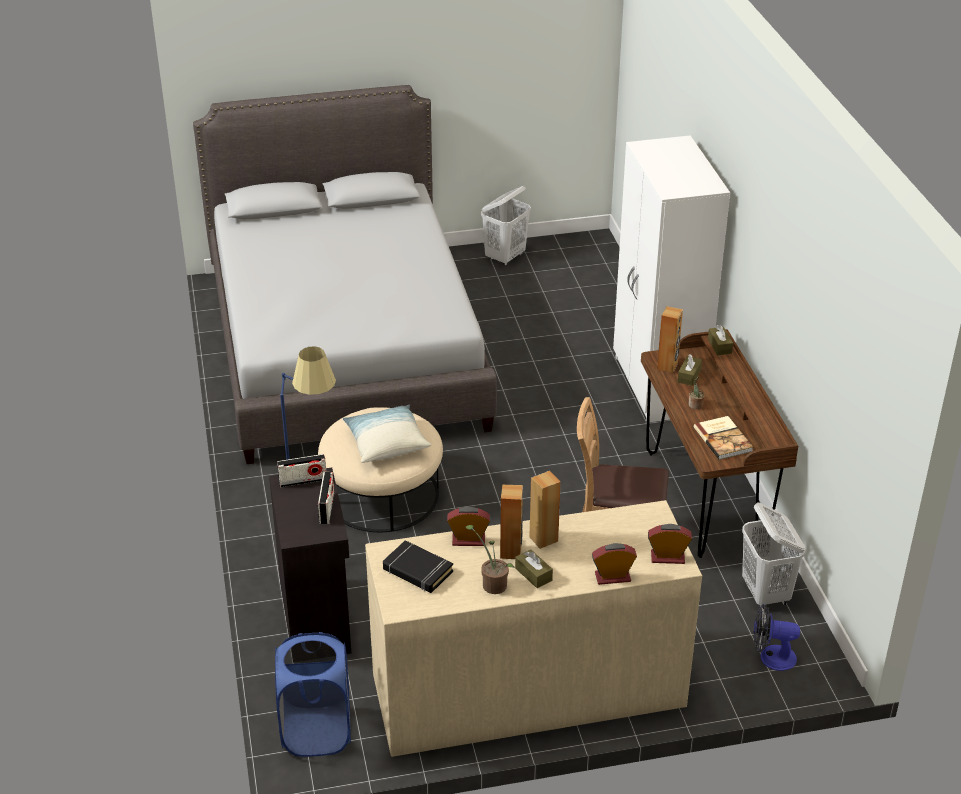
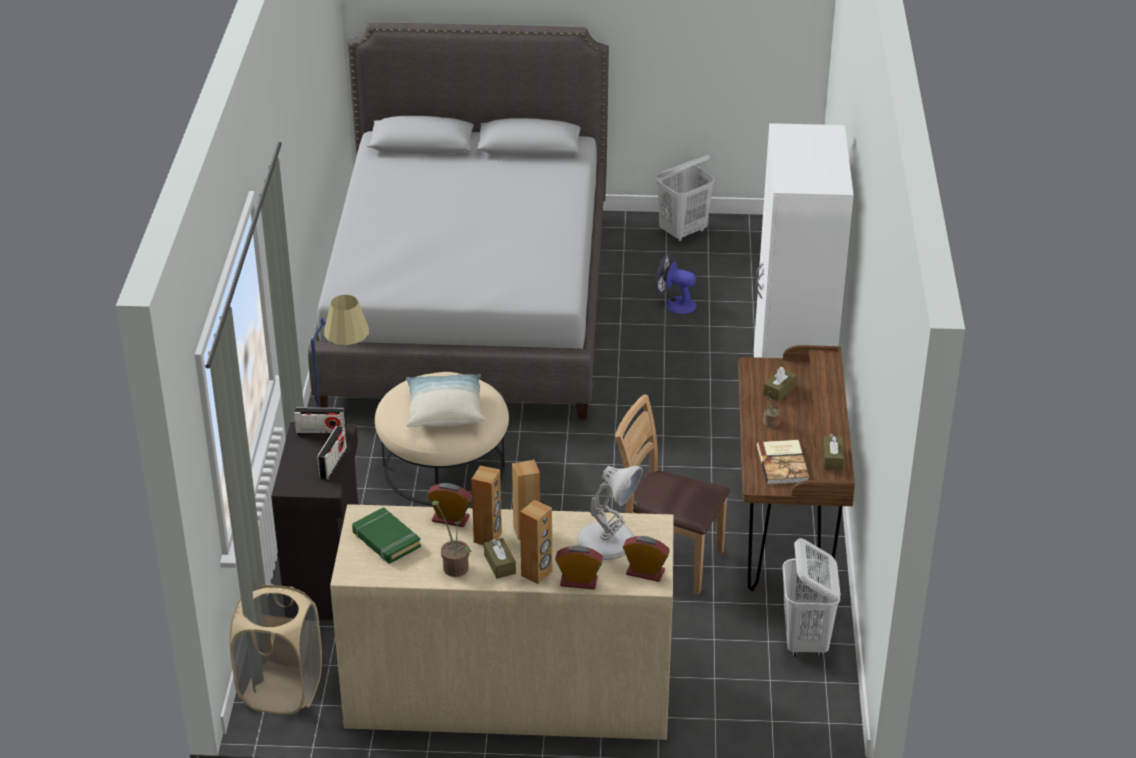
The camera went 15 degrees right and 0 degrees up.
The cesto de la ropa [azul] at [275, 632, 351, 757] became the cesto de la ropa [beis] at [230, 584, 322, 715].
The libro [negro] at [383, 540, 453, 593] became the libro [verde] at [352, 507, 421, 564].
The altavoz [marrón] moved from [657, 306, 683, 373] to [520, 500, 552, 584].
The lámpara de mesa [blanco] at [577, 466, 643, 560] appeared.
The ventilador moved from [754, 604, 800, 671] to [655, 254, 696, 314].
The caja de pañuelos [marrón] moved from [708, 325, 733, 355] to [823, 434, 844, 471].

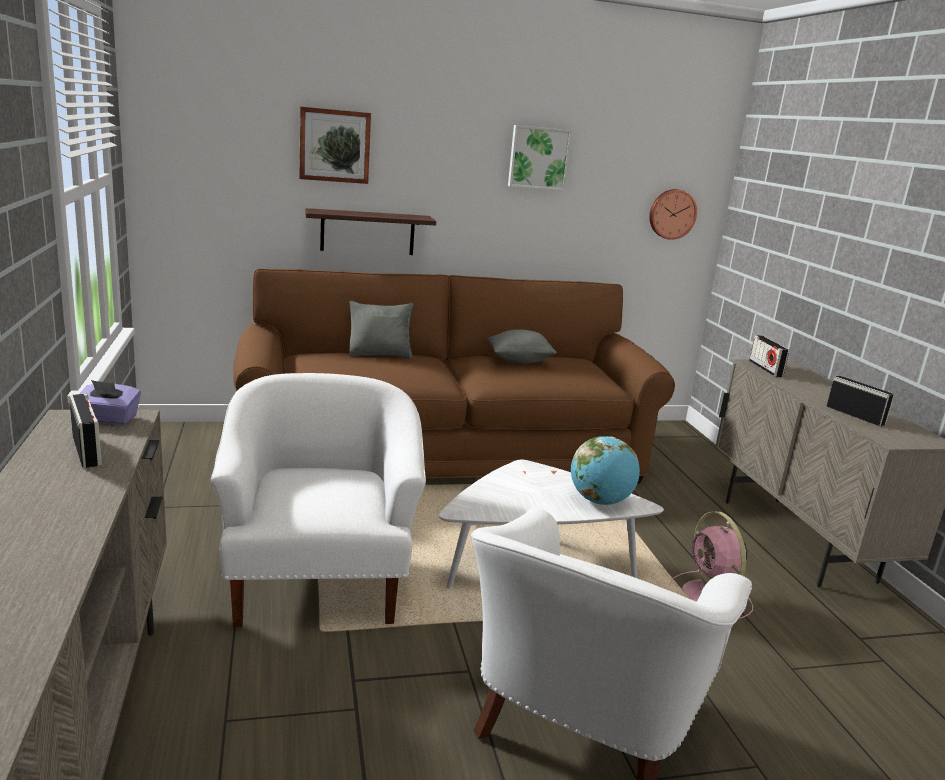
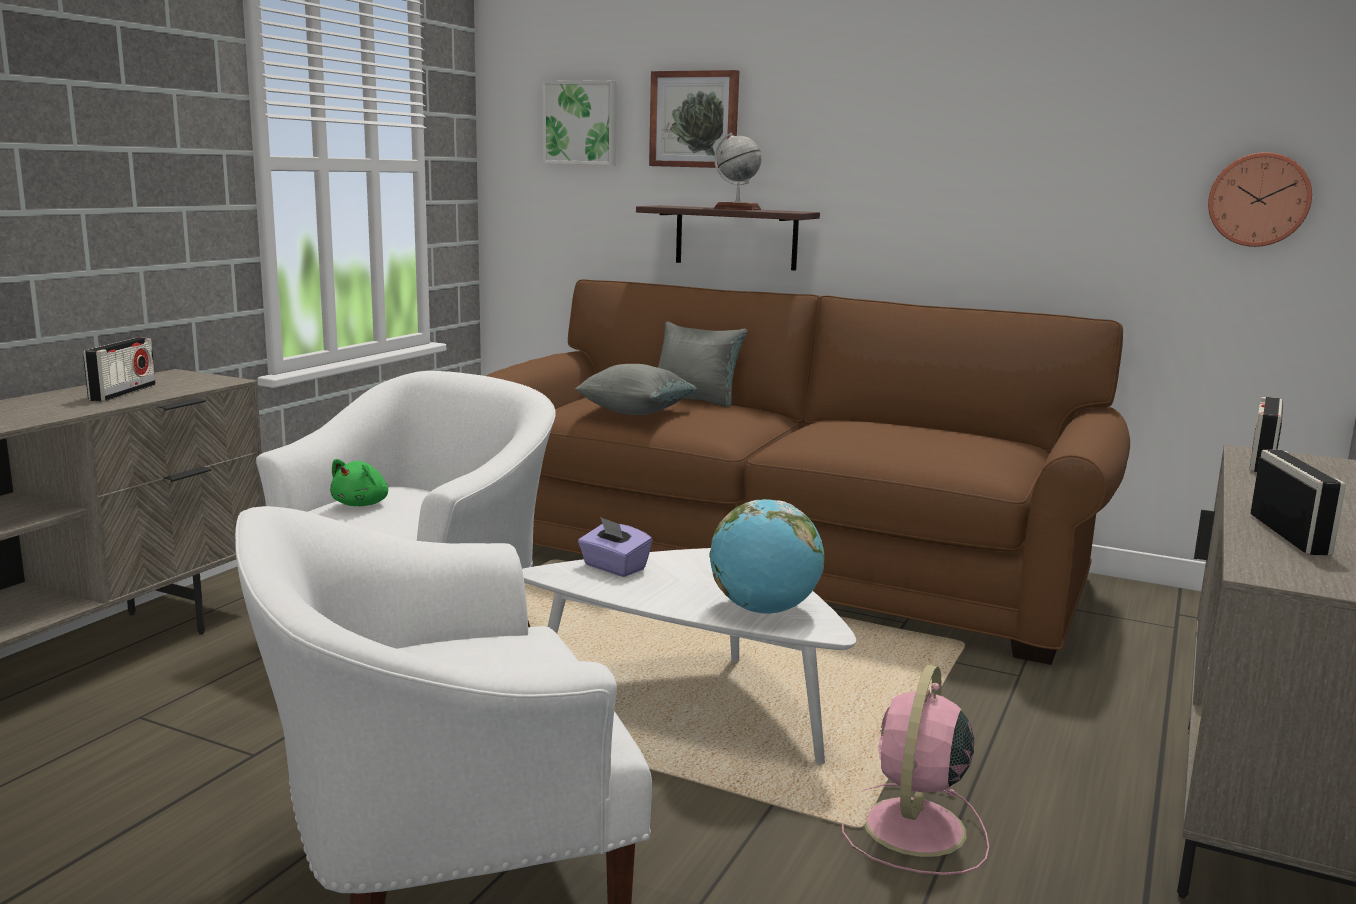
The camera went 40 degrees right and 5 degrees down.
The peluche [verde] at [330, 459, 388, 506] appeared.
The cuadro moved from [508, 125, 572, 191] to [543, 80, 617, 165].
The cojín [gris] moved from [486, 329, 557, 364] to [575, 364, 698, 415].
The caja de pañuelos [morado] moved from [80, 380, 141, 425] to [578, 517, 652, 577].
The globo terráqueo at [714, 133, 762, 210] appeared.

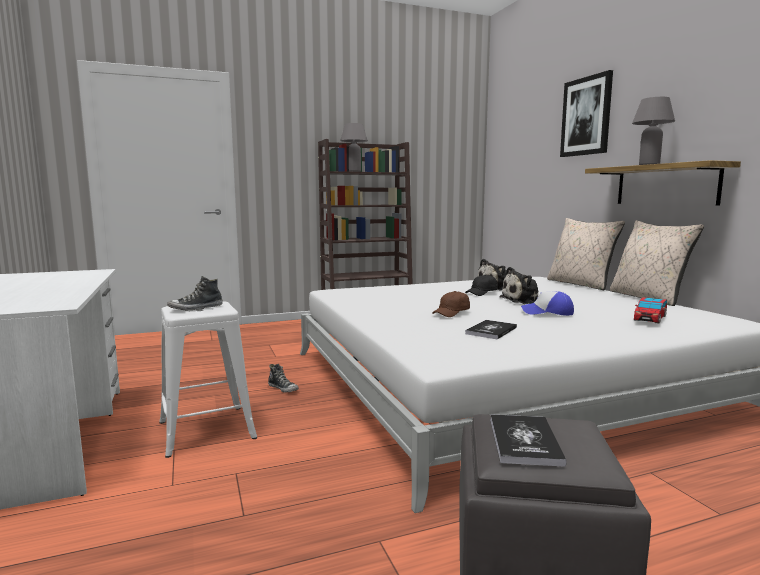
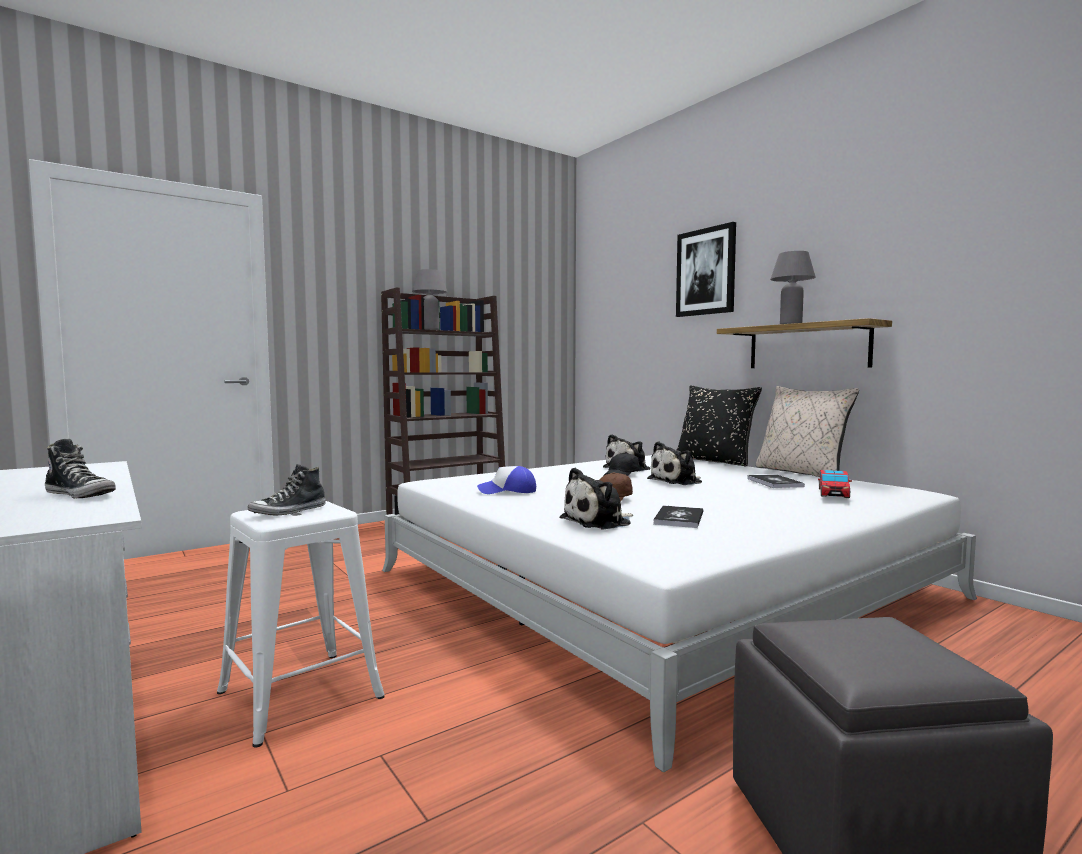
The camera went 15 degrees left and 5 degrees down.
The zapato moved from [268, 364, 299, 393] to [45, 439, 116, 498].
The gorra moved from [521, 291, 574, 316] to [477, 466, 536, 494].
The peluche at [560, 467, 633, 529] appeared.
The cojín [beis] at [547, 218, 625, 290] became the cojín [negro] at [677, 385, 762, 466].
The libro moved from [490, 414, 567, 467] to [747, 474, 805, 488].

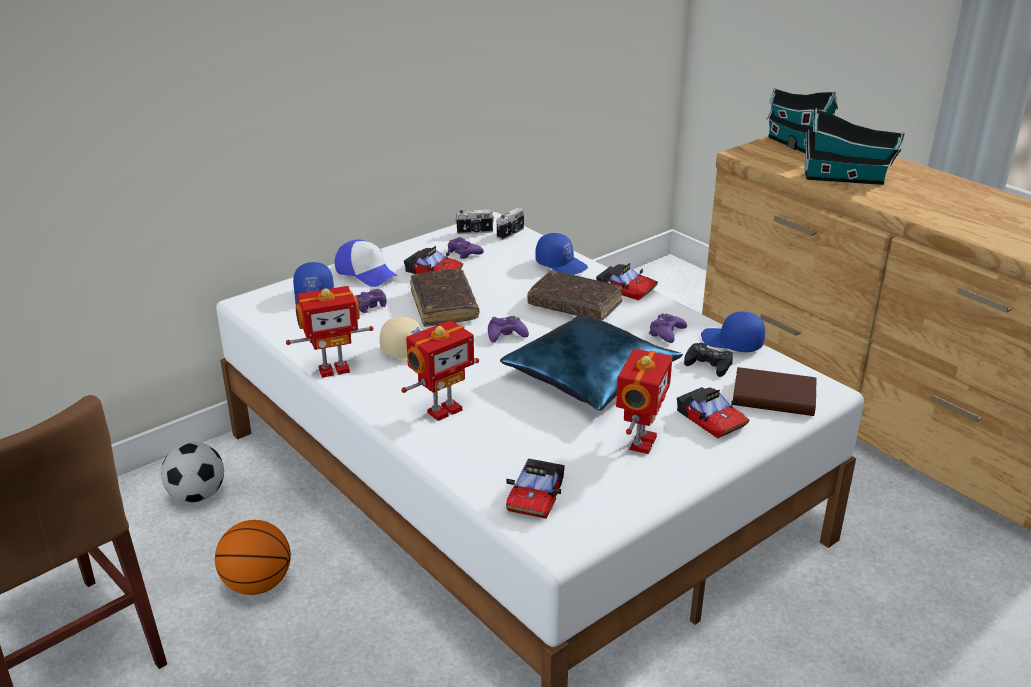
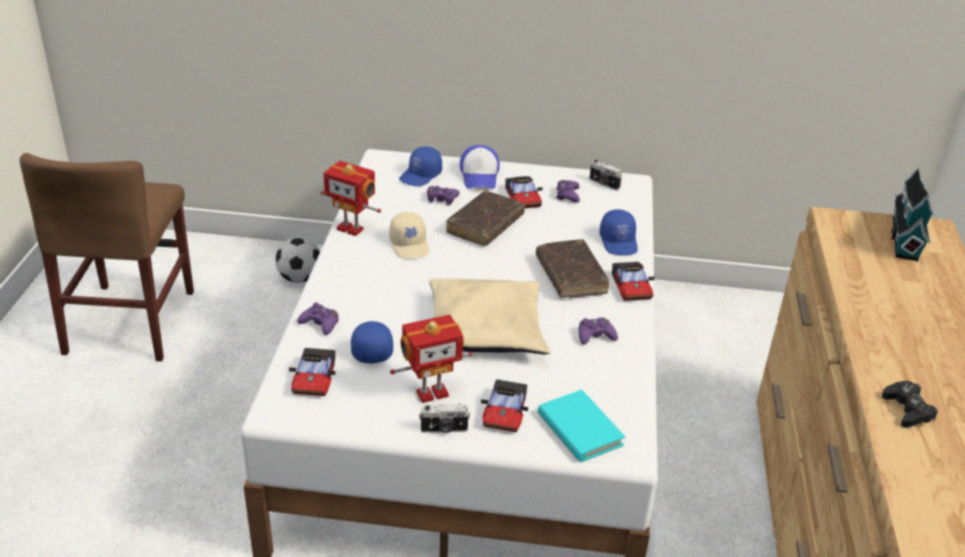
The camera went 45 degrees right and 5 degrees up.
The coche de juguete at [506, 458, 565, 519] turned 60 degrees counterclockwise.
The mando de consola [morado] moved from [488, 316, 529, 342] to [297, 302, 339, 335].
The gorra [azul] moved from [701, 311, 765, 352] to [351, 321, 393, 363].
The cámara moved from [497, 208, 524, 240] to [419, 404, 470, 433].
The cojín [azul] at [500, 314, 683, 411] became the cojín [beis] at [429, 278, 550, 355].
The libro [marrón] at [733, 367, 817, 416] became the libro [turquesa] at [538, 390, 625, 462].
The mando de consola [negro] moved from [684, 343, 733, 377] to [882, 381, 938, 427].
The balón de baloncesto at [215, 520, 291, 595] disappeared.
The robot de juguete at [401, 320, 479, 421] disappeared.
The casita at [804, 108, 905, 185] disappeared.

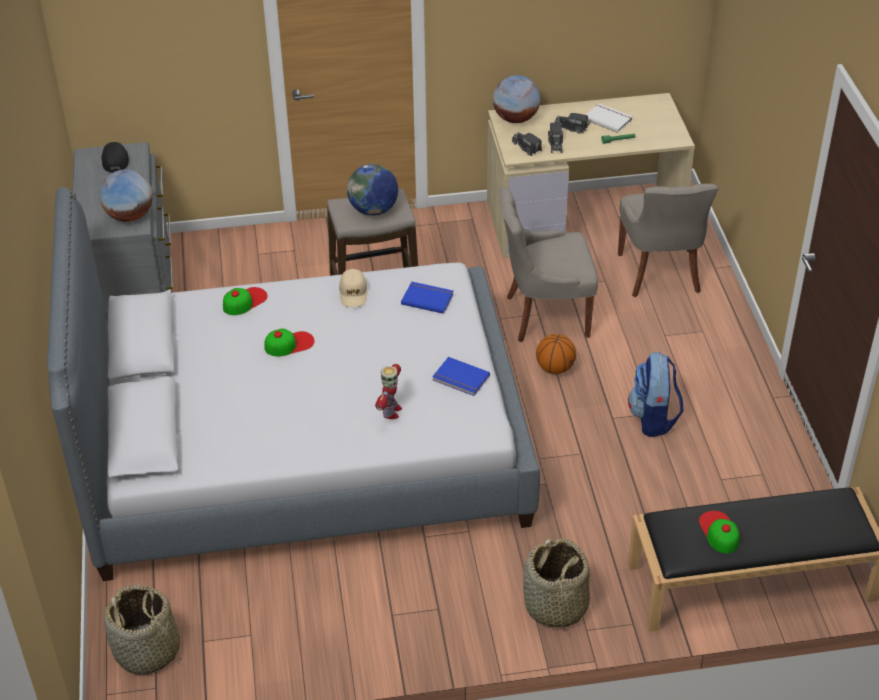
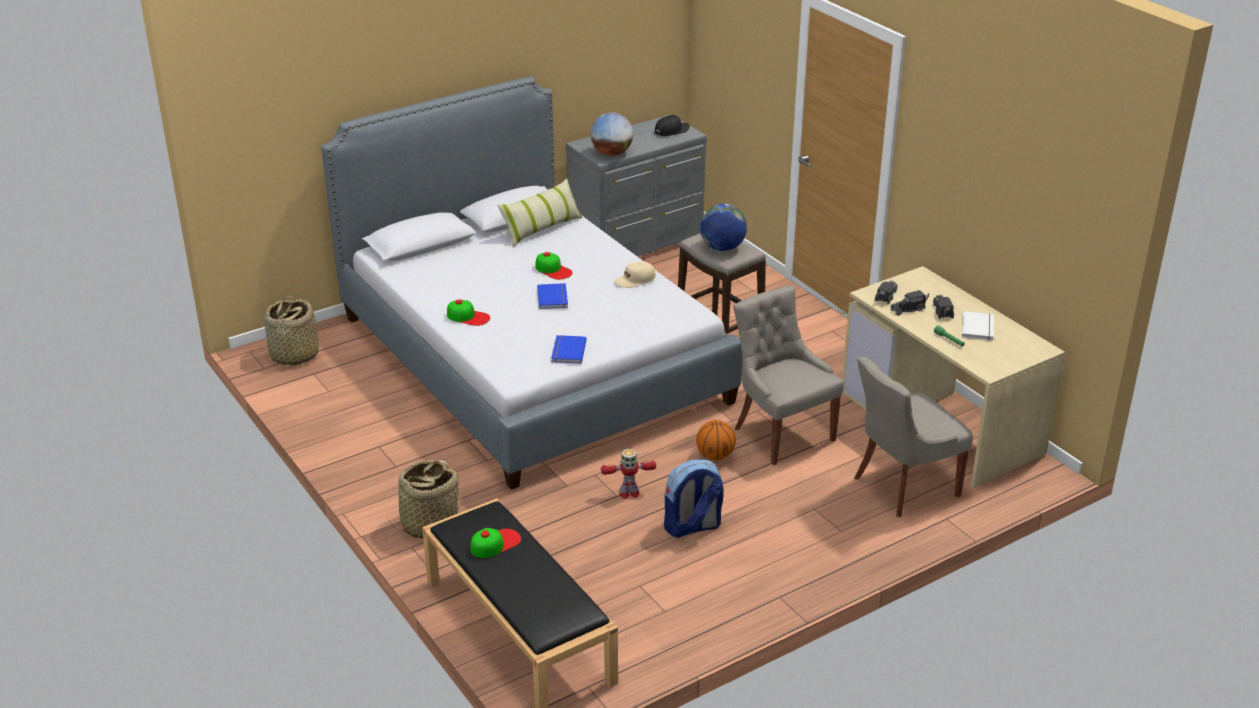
The camera went 65 degrees right and 10 degrees down.
The gorra moved from [223, 287, 268, 315] to [447, 299, 490, 326].
The cojín at [497, 178, 582, 247] appeared.
The libro [azul] moved from [401, 282, 454, 314] to [537, 283, 568, 309].
The robot de juguete moved from [375, 364, 402, 419] to [601, 449, 656, 499].
The globo terráqueo at [493, 75, 540, 123] disappeared.

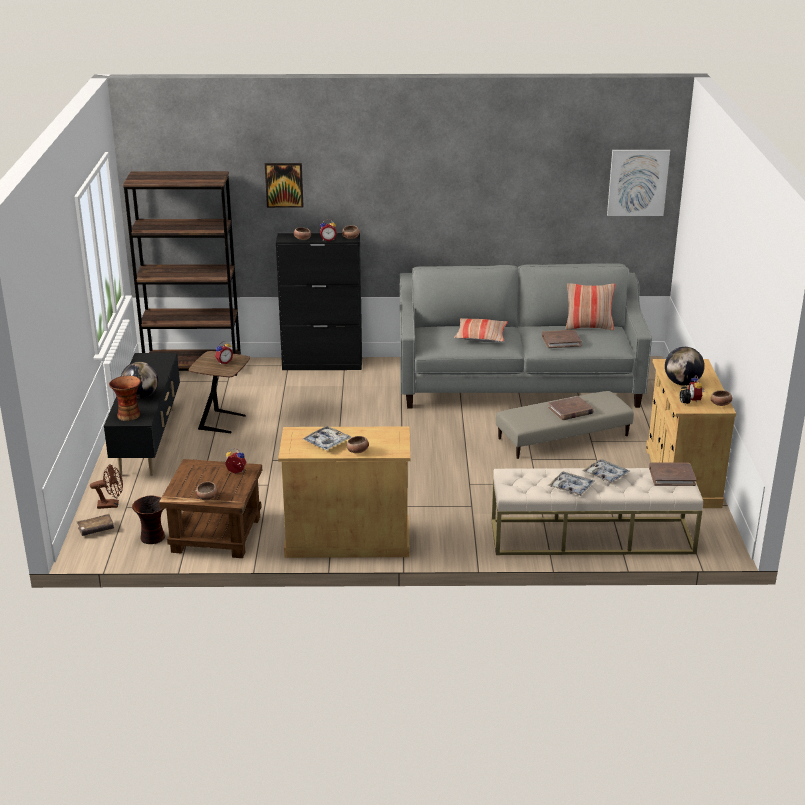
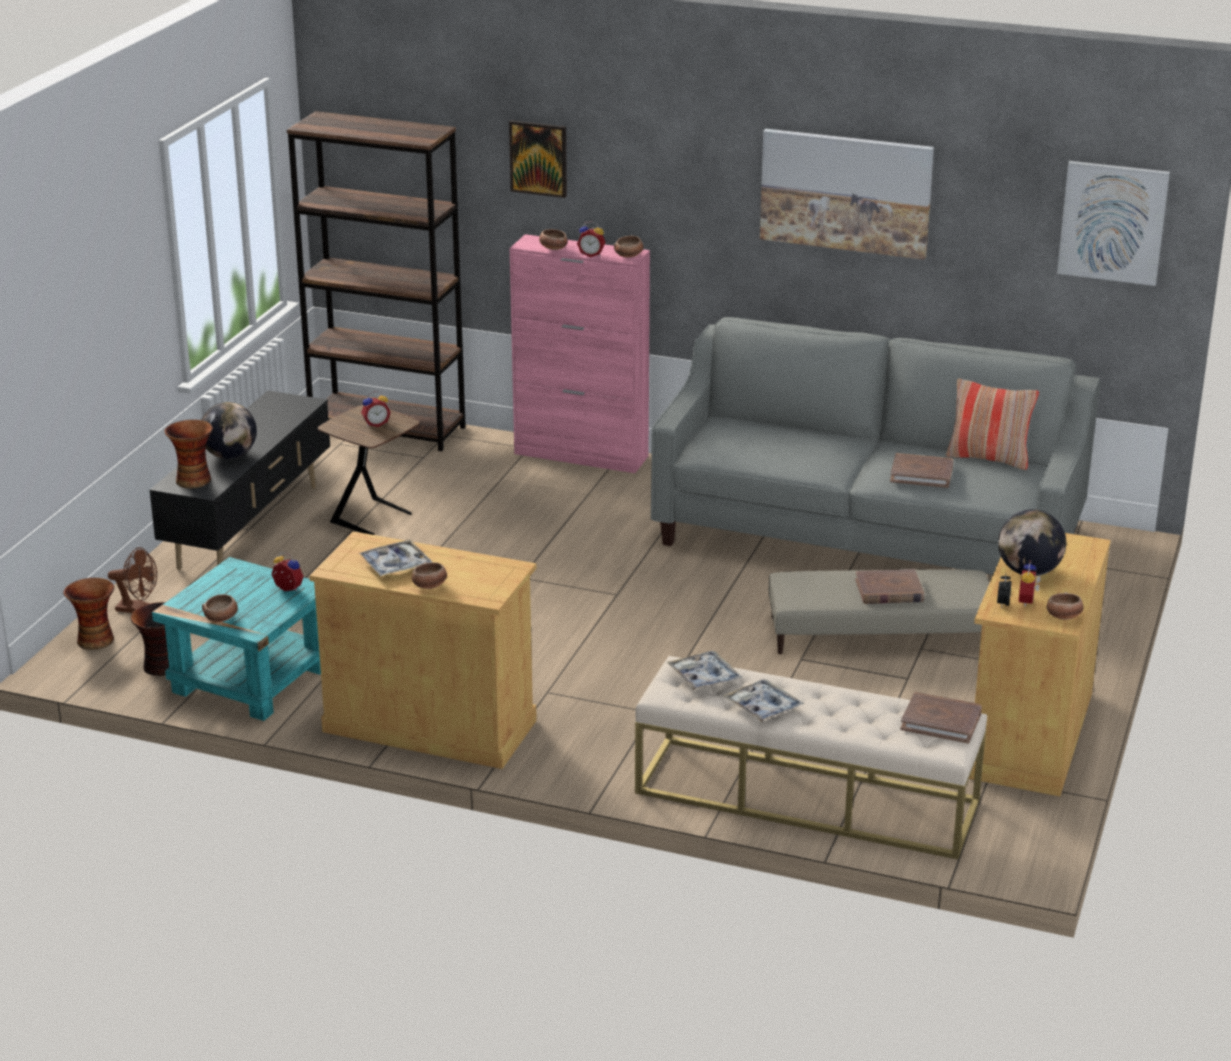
The camera went 20 degrees right and 0 degrees up.
The libro [marrón] at [77, 514, 114, 536] was replaced by the florero at [63, 578, 114, 650].
The mesa auxiliar [marrón] at [159, 459, 262, 558] became the mesa auxiliar [turquesa] at [152, 557, 321, 721].
The armario [negro] at [276, 233, 362, 370] became the armario [rosa] at [509, 234, 650, 473].
The bandeja moved from [582, 459, 630, 483] to [667, 651, 742, 690].
The cuadro at [760, 129, 934, 260] appeared.
The cojín at [454, 318, 508, 342] disappeared.

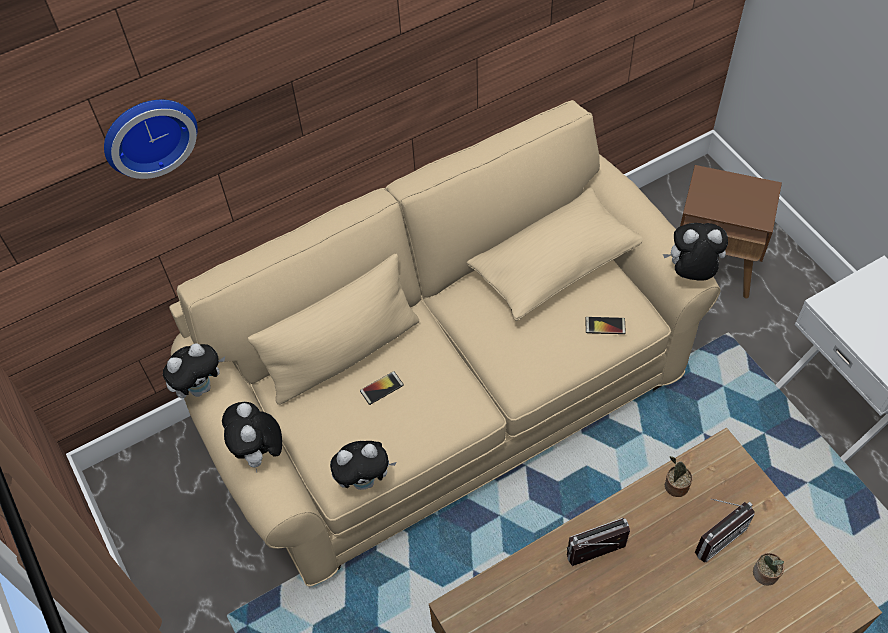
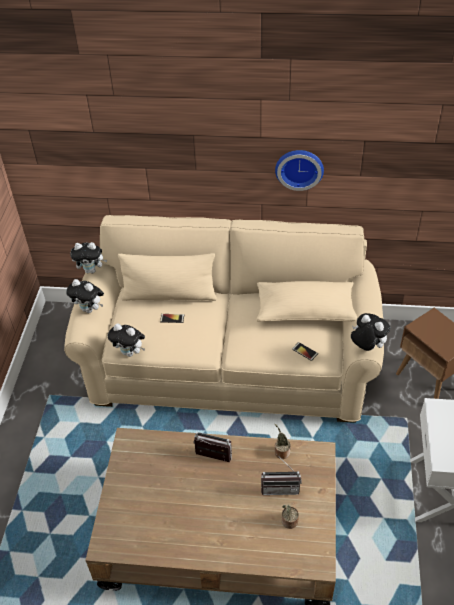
The camera went 35 degrees right and 10 degrees down.
The peluche at [222, 402, 282, 472] turned 90 degrees counterclockwise.
The reloj de pared moved from [104, 100, 198, 179] to [275, 150, 324, 191].

